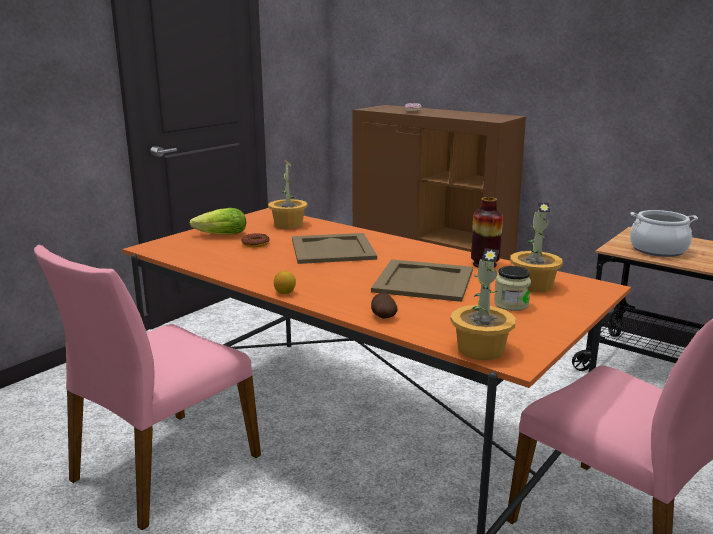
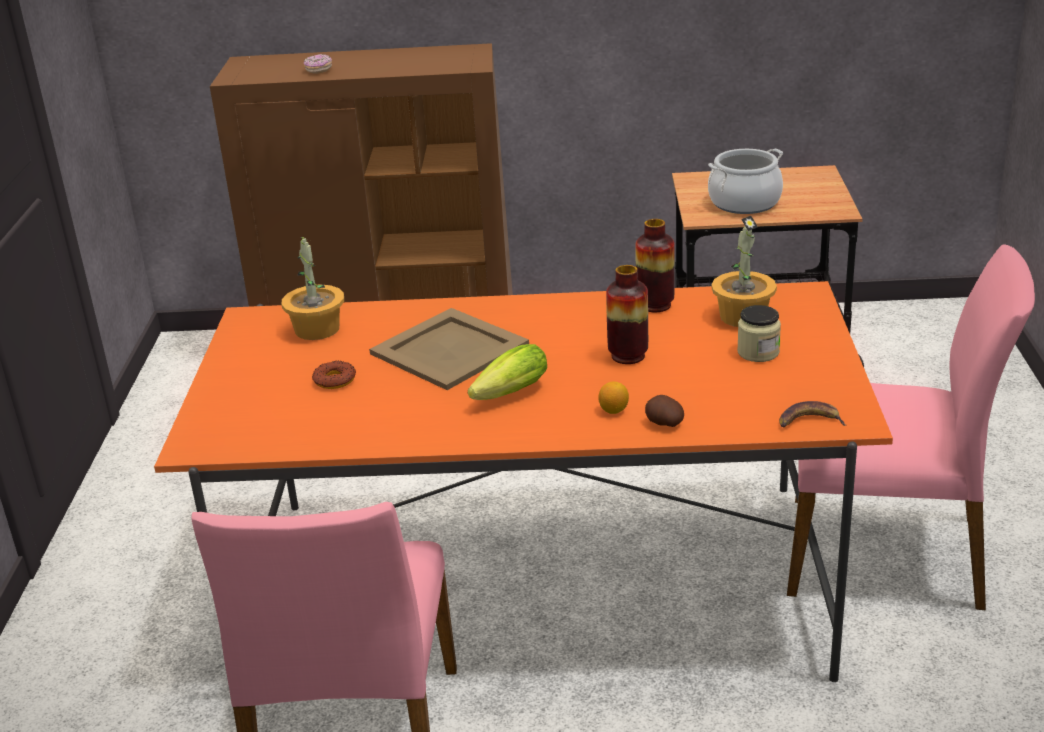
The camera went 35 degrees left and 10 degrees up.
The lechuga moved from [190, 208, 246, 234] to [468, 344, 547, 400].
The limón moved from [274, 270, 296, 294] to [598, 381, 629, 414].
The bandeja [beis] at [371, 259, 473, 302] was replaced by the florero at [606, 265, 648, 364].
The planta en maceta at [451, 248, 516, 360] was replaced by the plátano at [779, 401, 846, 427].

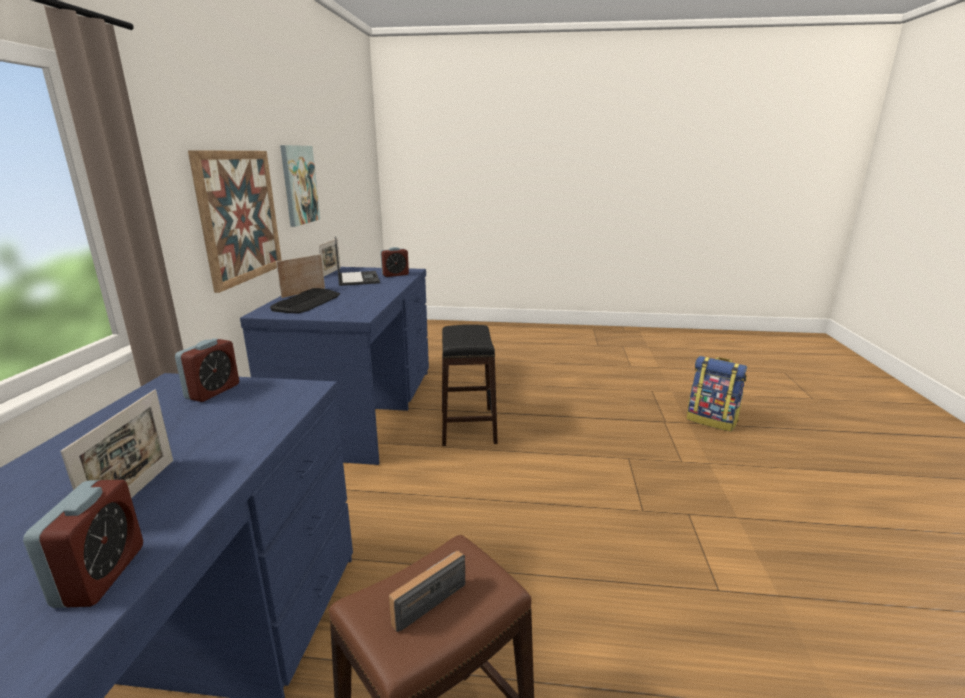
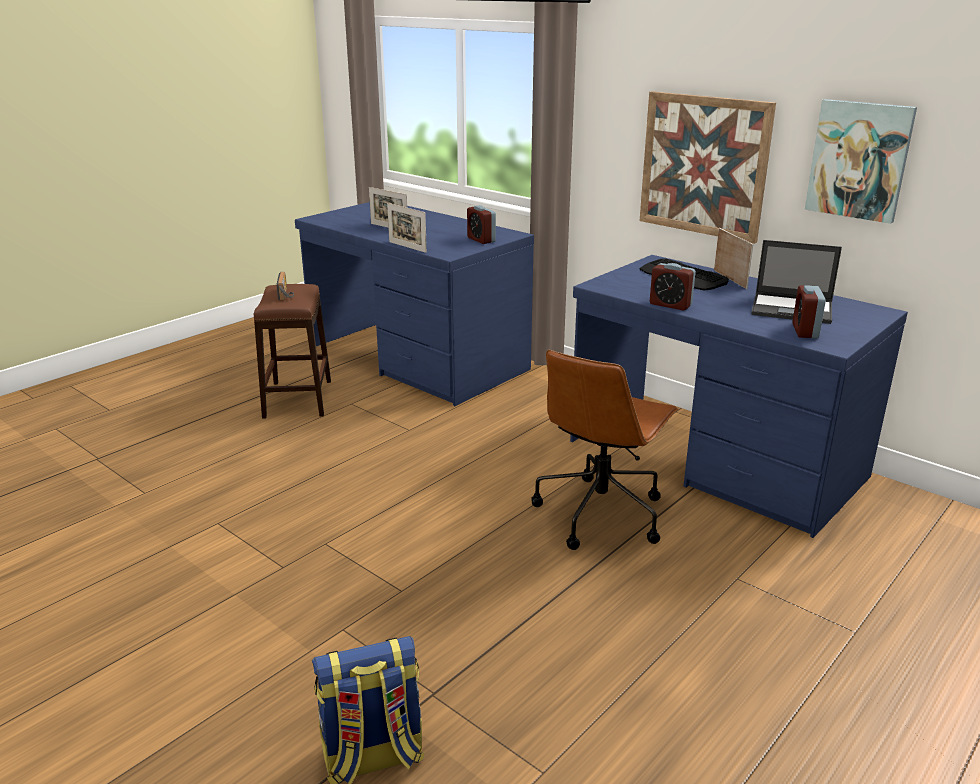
The camera went 125 degrees right and 5 degrees up.
The portarretratos moved from [319, 239, 341, 276] to [387, 203, 427, 253].
The taburete [negro] at [442, 325, 498, 446] was replaced by the silla de oficina [marrón] at [532, 350, 679, 550].
The despertador moved from [23, 480, 143, 608] to [650, 263, 696, 310].

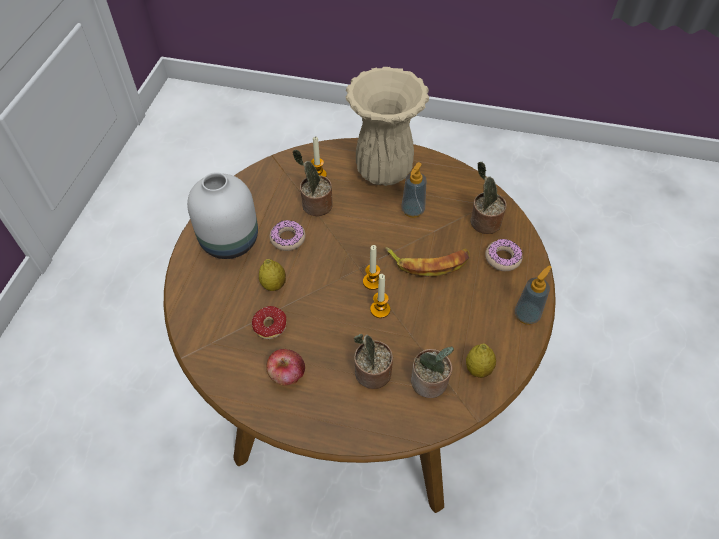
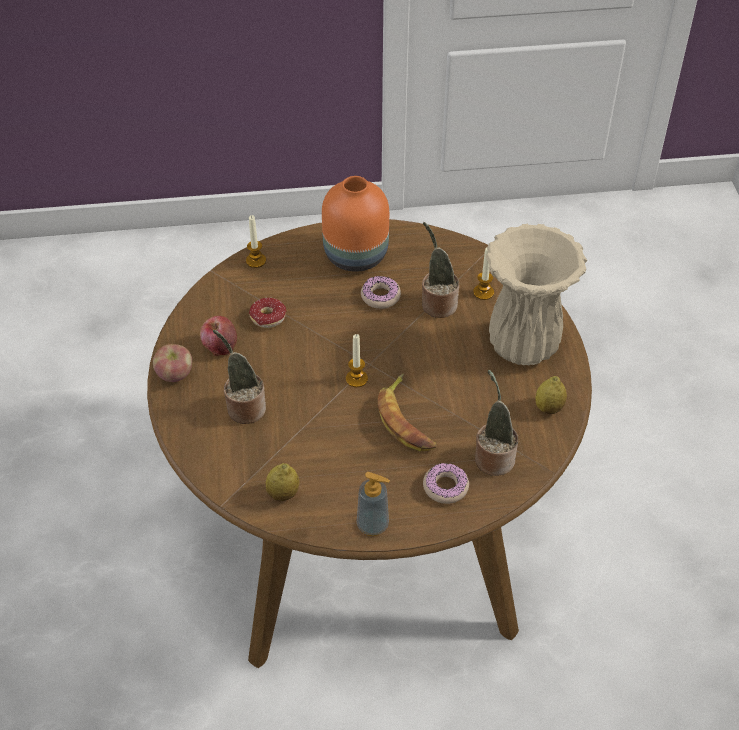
The camera went 70 degrees right and 5 degrees down.
The manzana at [153, 344, 192, 382] appeared.
The vela moved from [370, 274, 390, 318] to [246, 215, 266, 268].
The florero [blanco] at [187, 172, 258, 259] became the florero [naranja] at [322, 176, 389, 272].
The limón moved from [259, 259, 286, 291] to [536, 376, 567, 414].
The dispensador de jabón at [401, 162, 427, 218] disappeared.
The planta en maceta at [411, 346, 454, 398] disappeared.

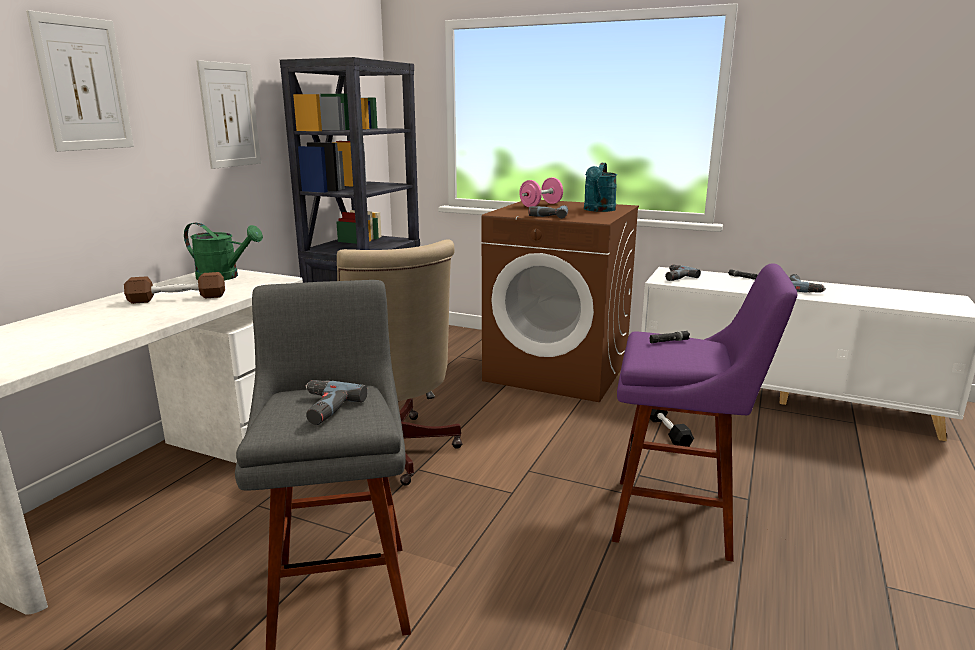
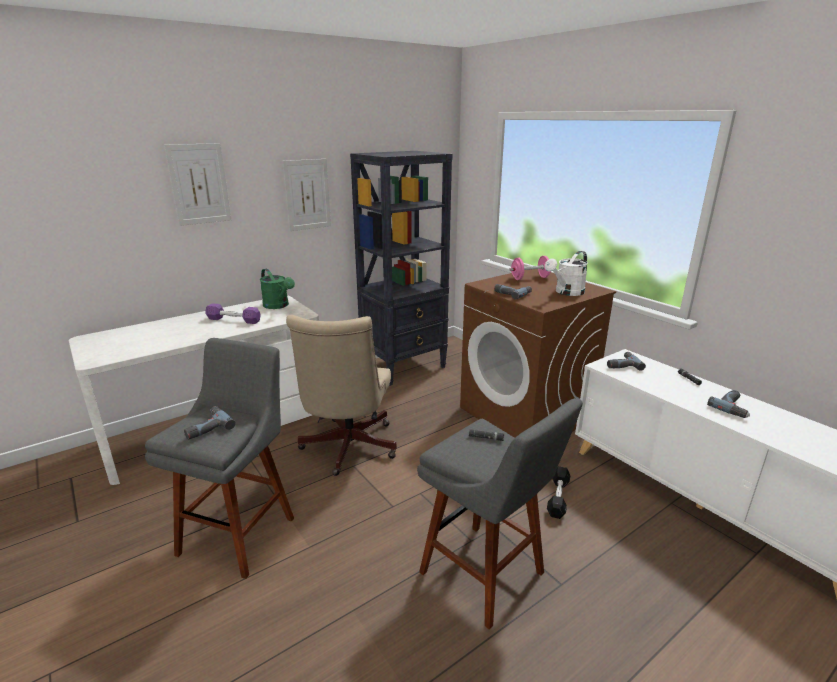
The camera went 30 degrees right and 5 degrees up.
The mancuerna [marrón] at [124, 272, 225, 304] became the mancuerna [morado] at [205, 303, 261, 324].
The taburete [morado] at [612, 263, 797, 562] became the taburete [gris] at [417, 398, 583, 630].
The regadera [turquesa] at [584, 163, 617, 212] became the regadera [blanco] at [545, 251, 588, 296].

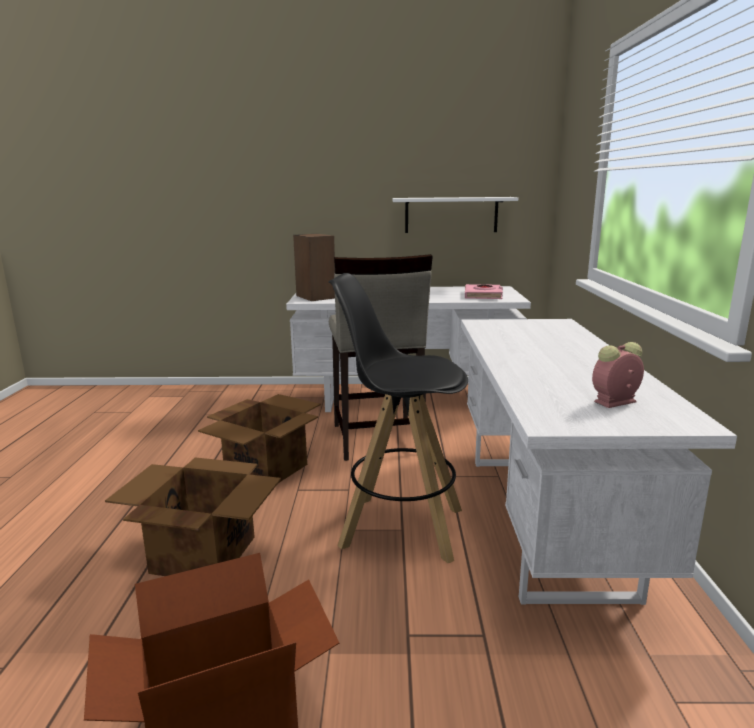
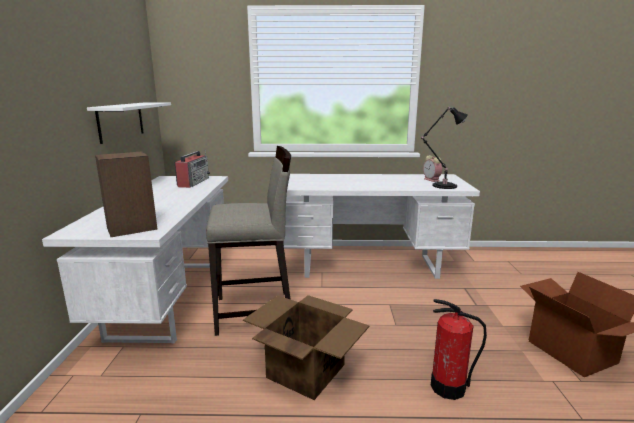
The camera went 90 degrees left and 0 degrees up.
The libro [rosa] at [465, 284, 503, 299] was replaced by the radio at [175, 149, 210, 188].
The lámpara de mesa [negro] at [421, 107, 468, 189] appeared.
The caja de cartón at [105, 458, 281, 576] was replaced by the extintor at [431, 299, 487, 400].
The taburete [negro] at [329, 273, 468, 563] disappeared.

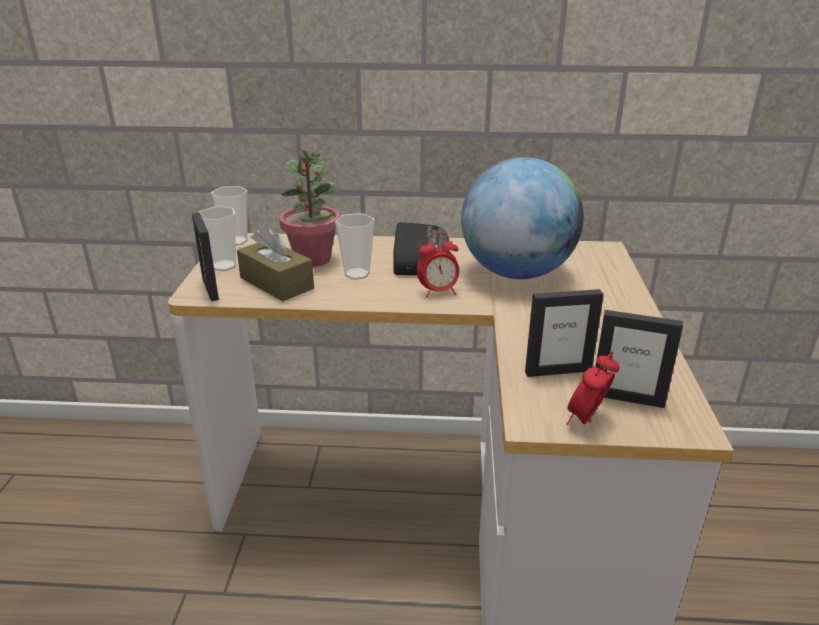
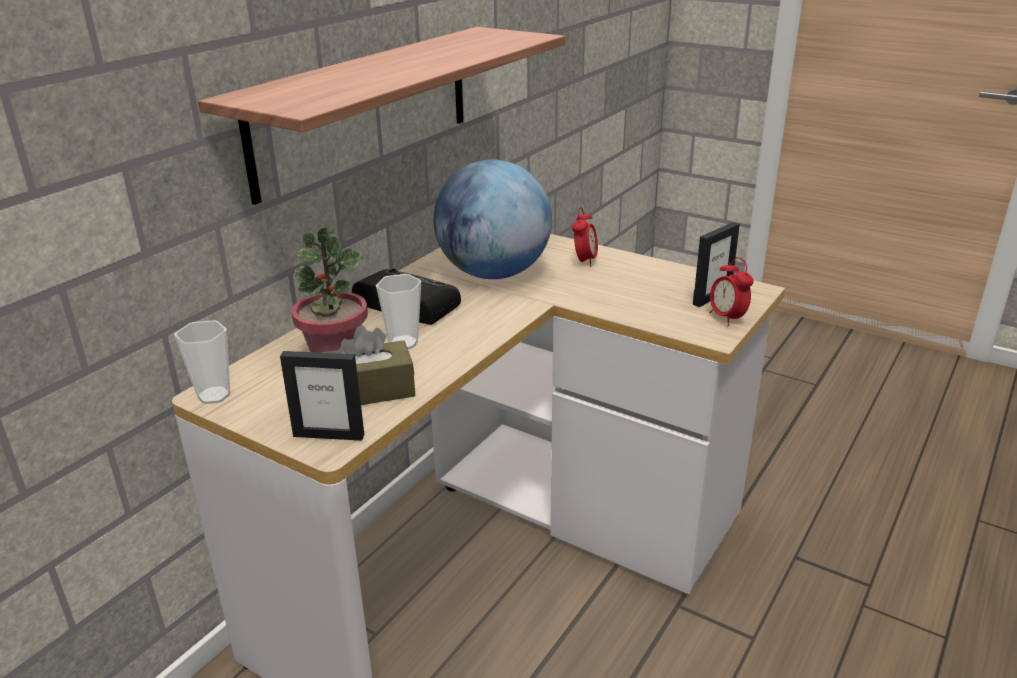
The camera went 60 degrees left and 0 degrees up.
The estante at [198, 27, 565, 205] appeared.
The despertador moved from [417, 233, 460, 297] to [572, 207, 598, 267].
The taza at [199, 206, 236, 271] disappeared.
The portarretratos at [525, 289, 604, 377] disappeared.

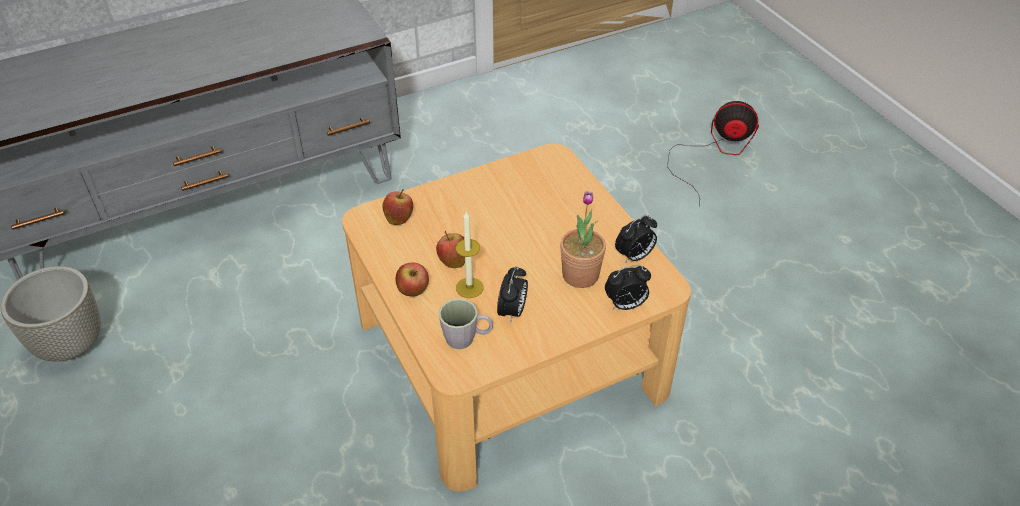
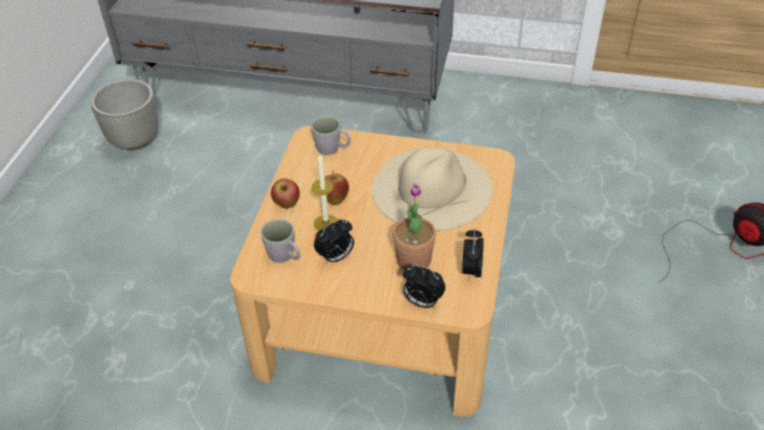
The camera went 40 degrees right and 0 degrees up.
The manzana at [383, 189, 413, 225] was replaced by the taza grande [gris] at [311, 116, 351, 155].
The sombrero [beis] at [372, 147, 493, 231] appeared.
The despertador at [615, 215, 657, 263] turned 90 degrees clockwise.

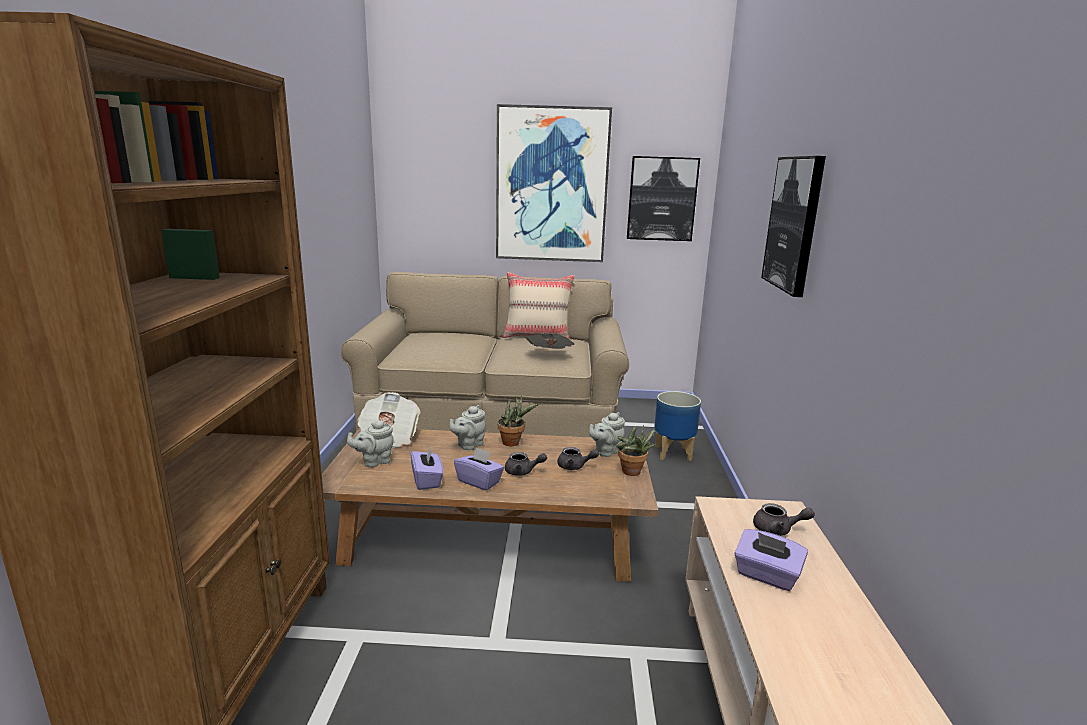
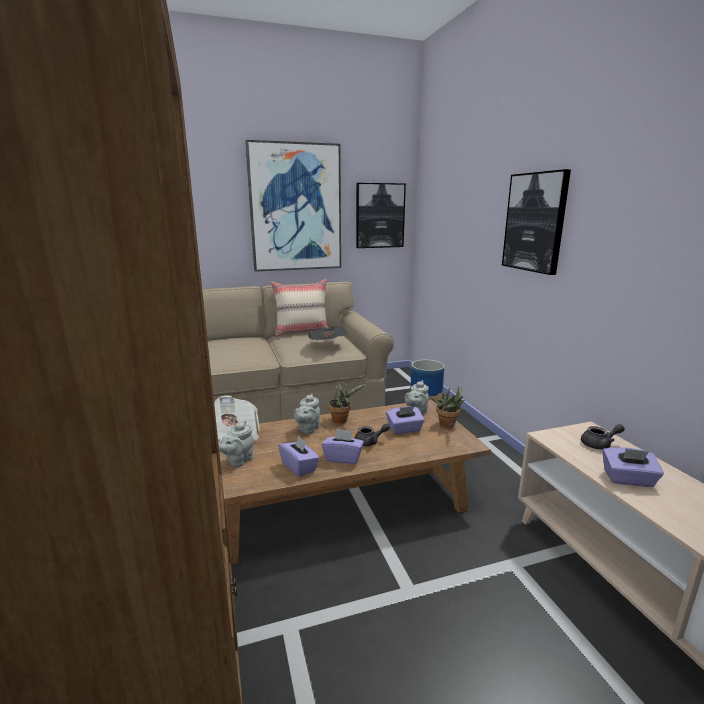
The camera went 20 degrees left and 0 degrees up.
The tetera [gris] at [557, 447, 599, 470] was replaced by the caja de pañuelos [morado] at [386, 406, 425, 434].

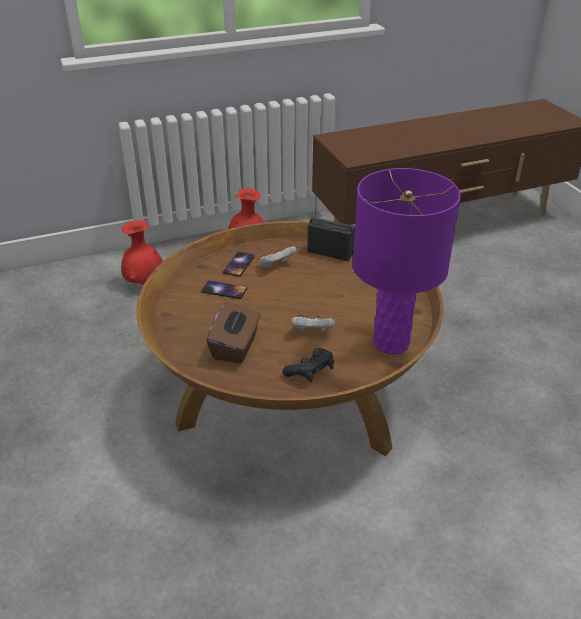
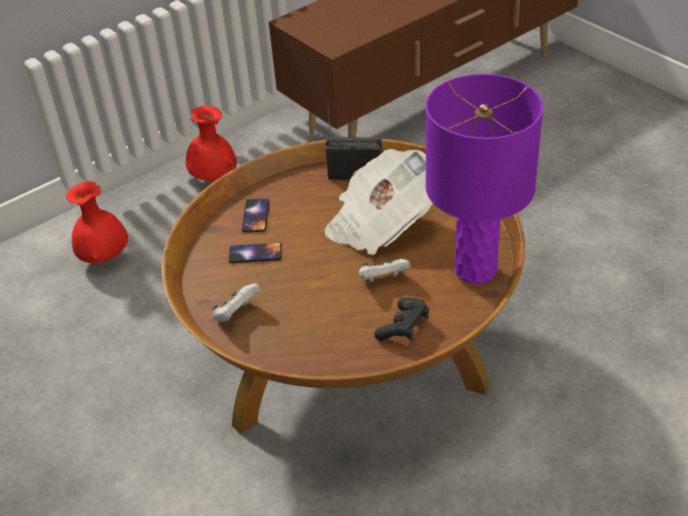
The camera went 15 degrees left and 5 degrees up.
The mando de consola [blanco] moved from [260, 246, 297, 269] to [212, 283, 260, 322].
The periódico at [324, 149, 432, 255] appeared.
The caja de pañuelos [marrón] at [206, 302, 261, 364] disappeared.

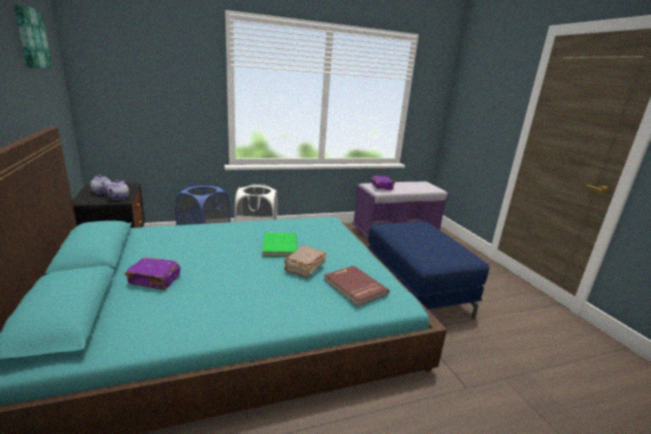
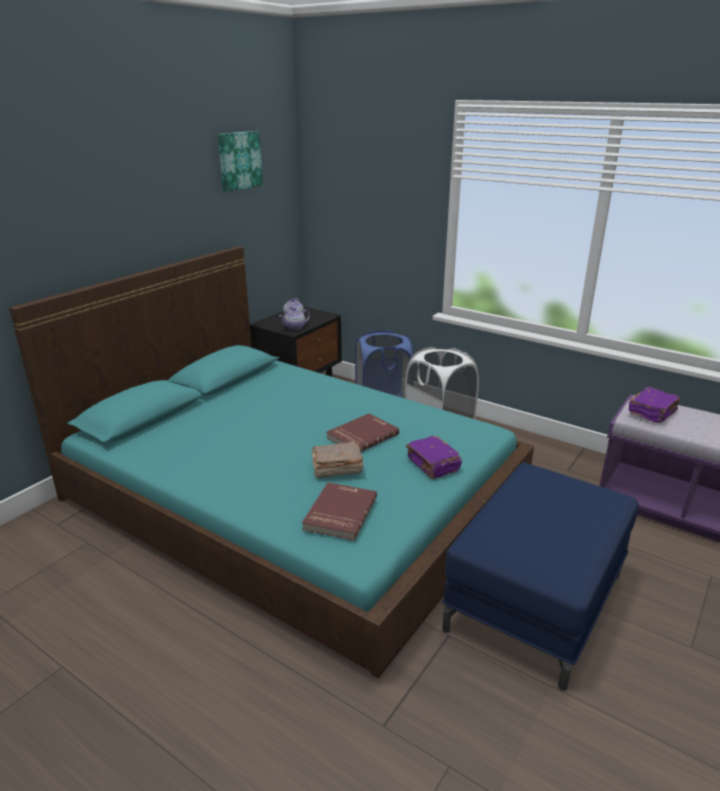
The camera went 55 degrees right and 5 degrees up.
The libro [verde] at [262, 232, 298, 257] became the libro [rojo] at [326, 413, 399, 452].
The libro [morado] moved from [125, 257, 180, 290] to [406, 436, 462, 479].

